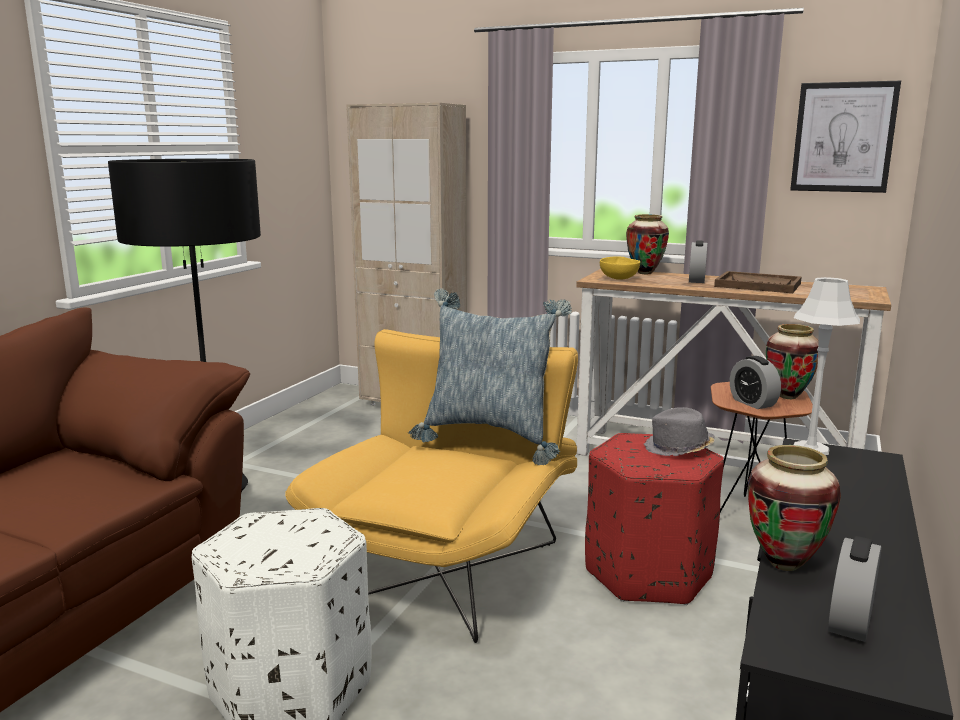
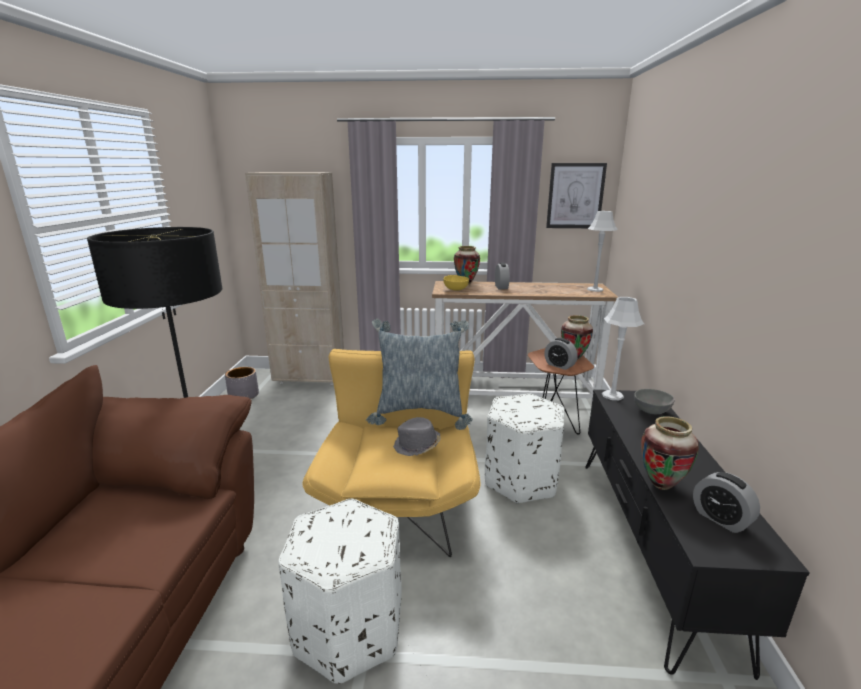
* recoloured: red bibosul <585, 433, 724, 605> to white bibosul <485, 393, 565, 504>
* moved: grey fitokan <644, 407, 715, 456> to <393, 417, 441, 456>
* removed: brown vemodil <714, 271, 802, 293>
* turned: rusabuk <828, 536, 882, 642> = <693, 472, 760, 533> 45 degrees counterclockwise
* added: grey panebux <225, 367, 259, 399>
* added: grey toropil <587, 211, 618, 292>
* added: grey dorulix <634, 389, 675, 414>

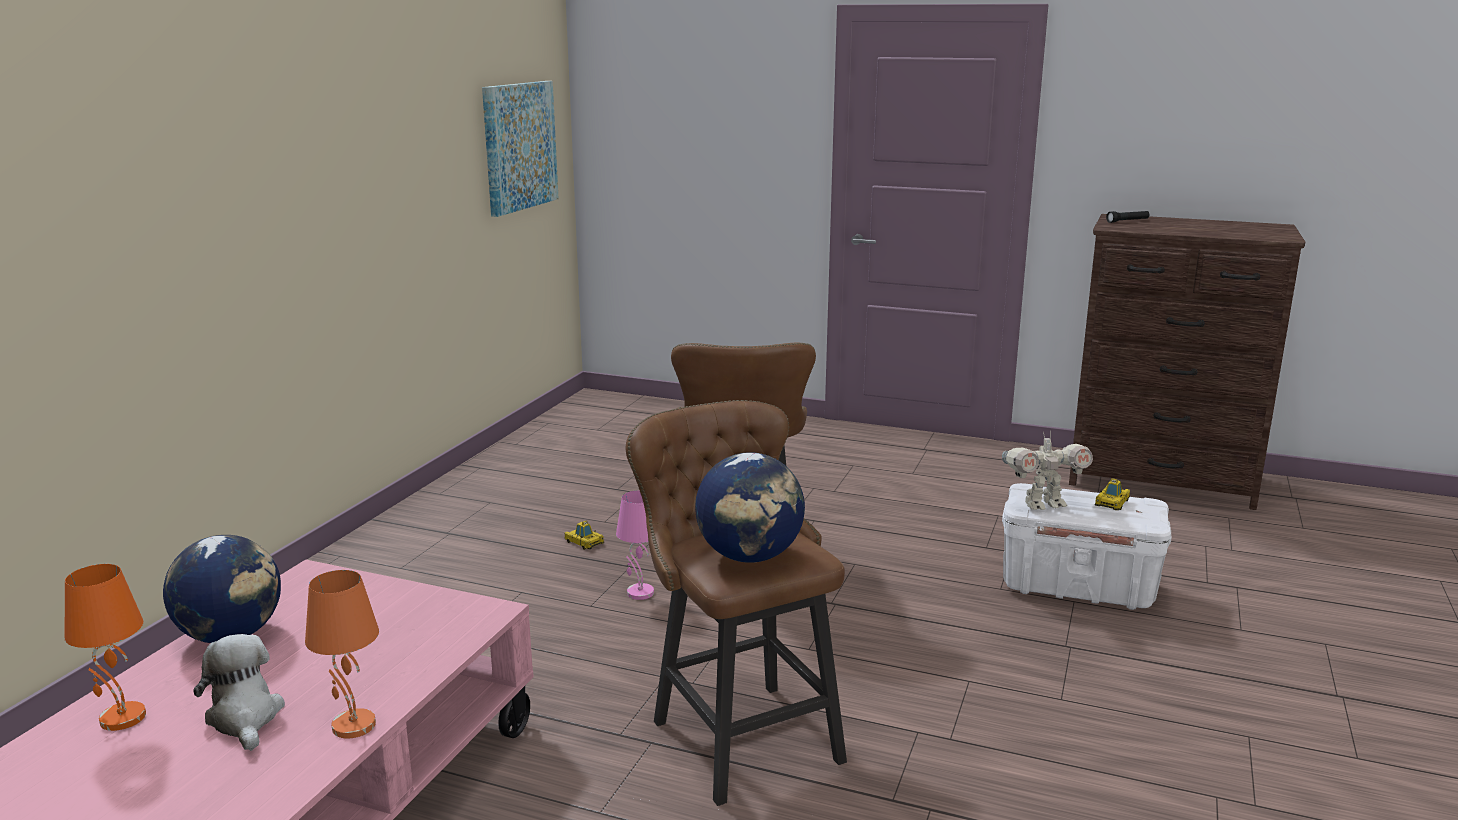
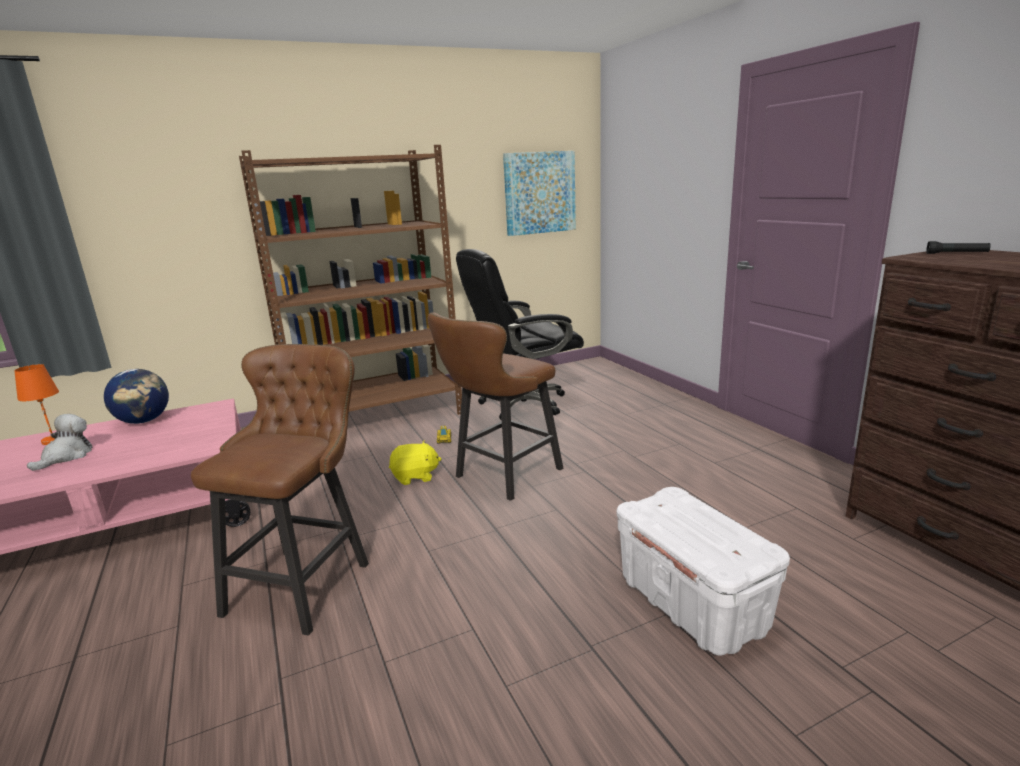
* removed: orange toropil <305, 570, 379, 739>
* replaced: pink toropil <616, 490, 654, 600> to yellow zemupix <389, 441, 441, 485>
* removed: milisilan <695, 452, 805, 563>
* removed: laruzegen <1002, 431, 1093, 510>
* removed: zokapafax <1095, 478, 1130, 510>
* added: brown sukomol <239, 145, 462, 415>
* added: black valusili <456, 249, 584, 420>

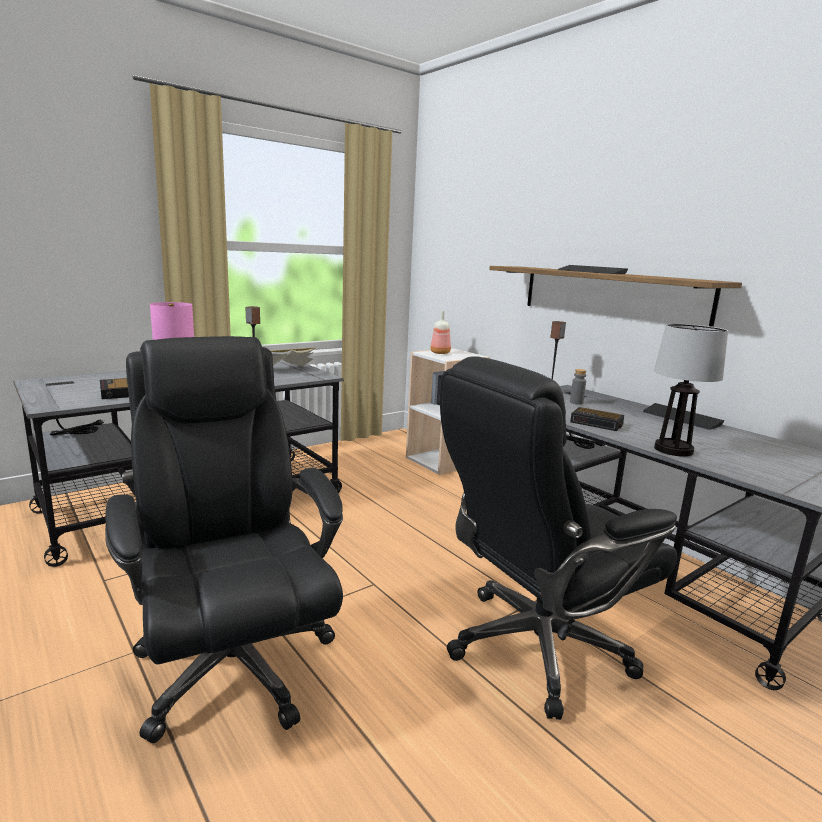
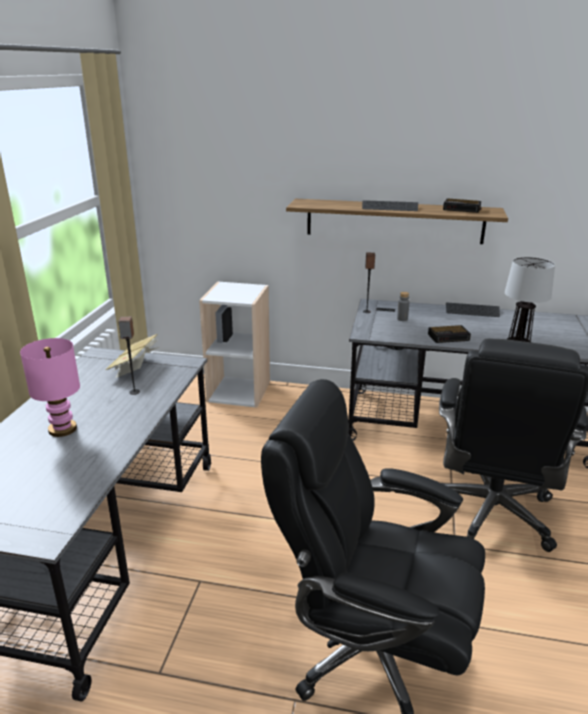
* moved: rusabuk <100, 378, 129, 399> to <443, 199, 482, 213>
* removed: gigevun <430, 311, 451, 354>

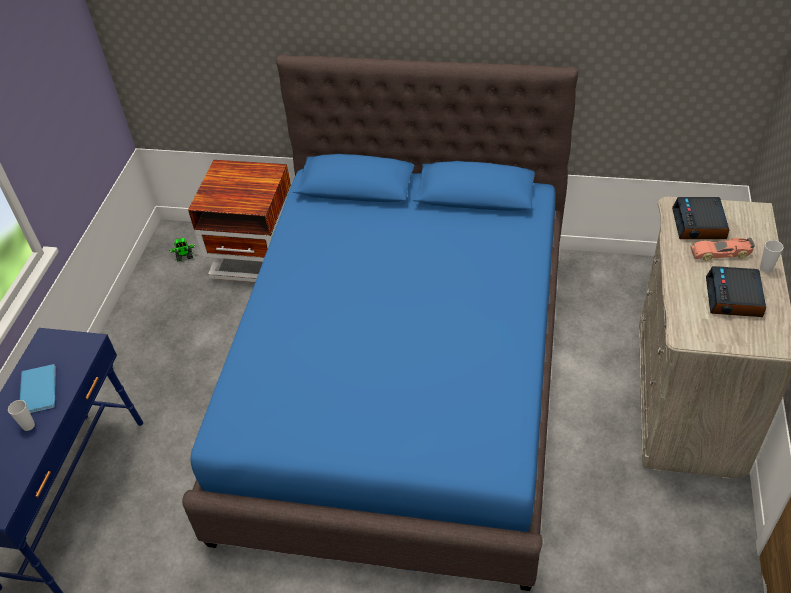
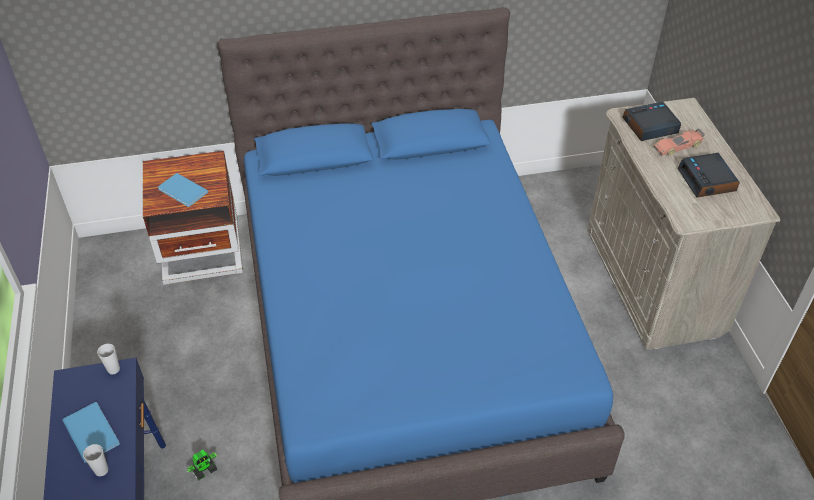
* moved: laruzegen <169, 238, 196, 261> to <186, 450, 218, 480>
* turned: rusabuk <672, 197, 729, 239> = <622, 102, 681, 141> 90 degrees clockwise
* moved: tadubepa <760, 240, 784, 273> to <97, 344, 120, 375>
* added: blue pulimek <158, 173, 208, 207>

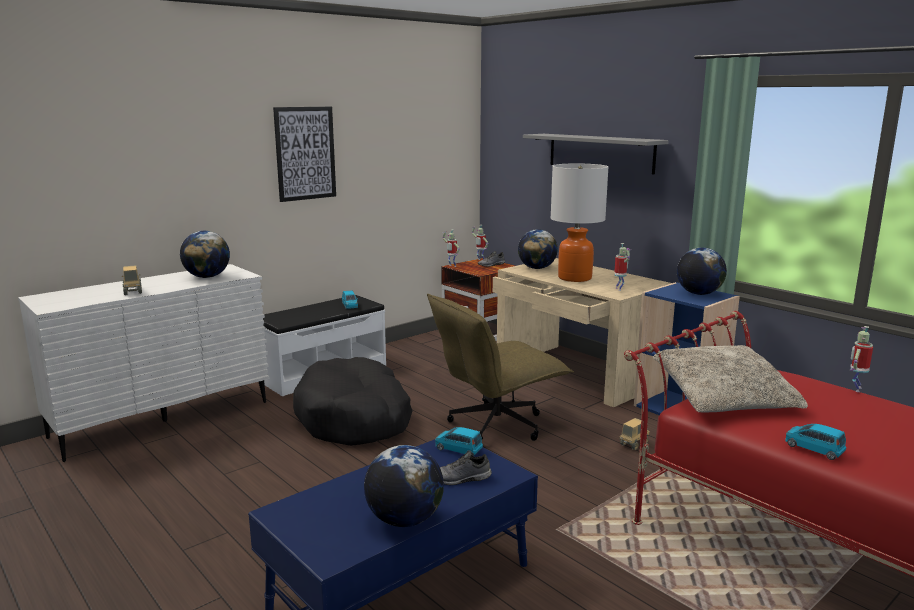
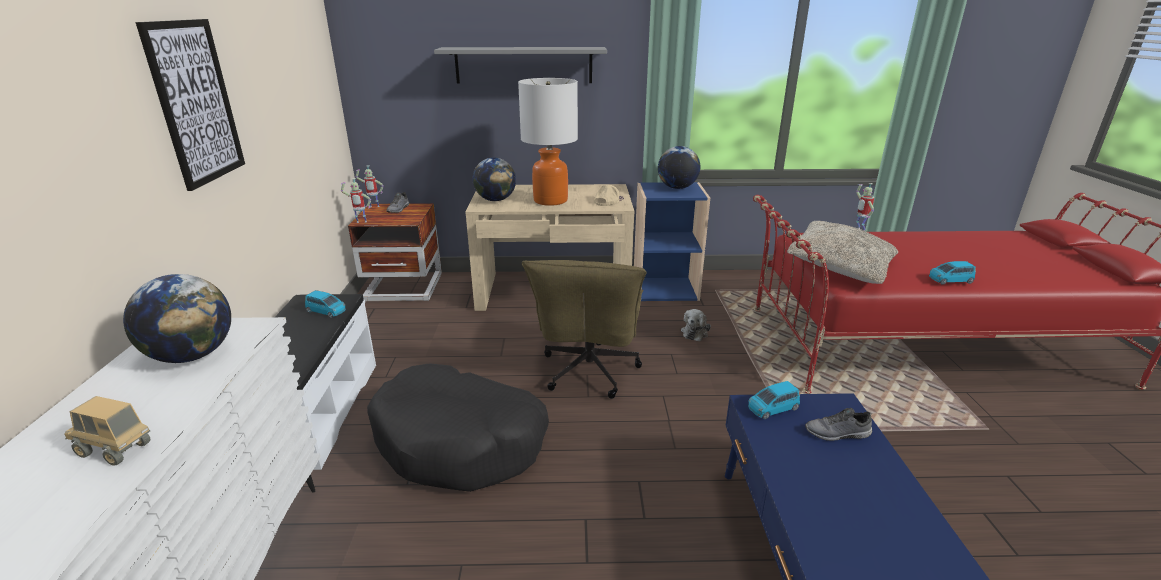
* removed: milisilan <364, 445, 444, 527>
* turned: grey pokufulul <440, 452, 491, 485> = <805, 408, 872, 441> 60 degrees clockwise
* replaced: laruzegen <614, 243, 630, 291> to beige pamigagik <594, 185, 624, 206>
* replaced: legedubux <619, 418, 650, 450> to zemupix <681, 309, 711, 342>

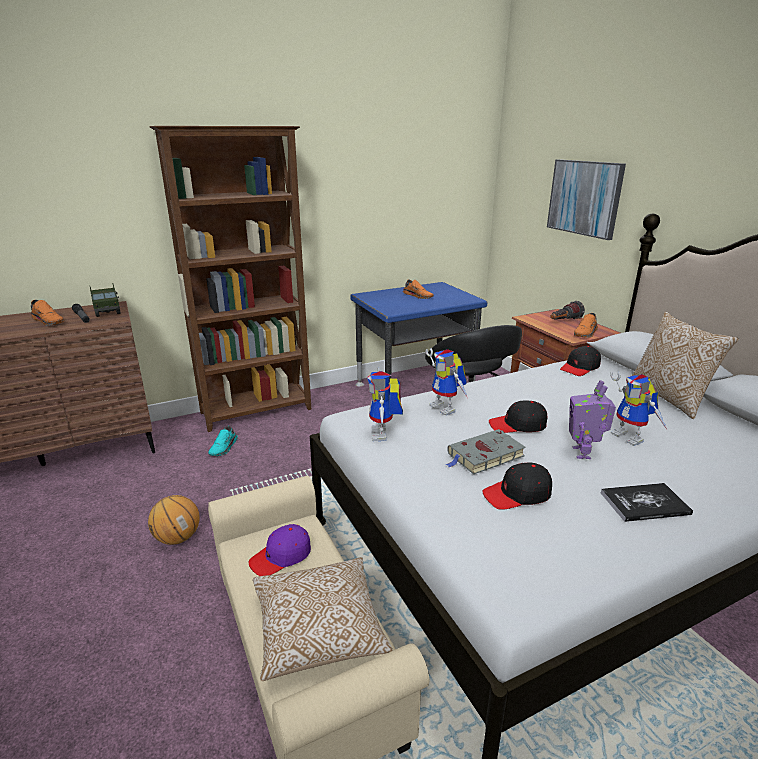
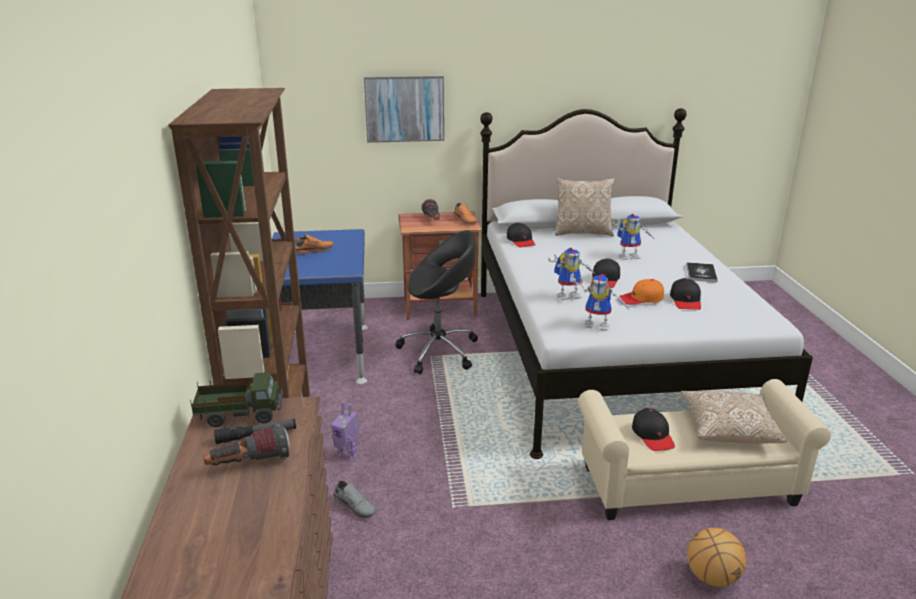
* replaced: orange pokufulul <31, 300, 65, 326> to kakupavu <203, 422, 290, 465>
* moved: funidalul <148, 495, 200, 545> to <687, 528, 746, 587>
* recoloured: turquoise pokufulul <208, 426, 238, 456> to grey pokufulul <333, 481, 376, 518>
* recoloured: purple pamigagik <249, 524, 311, 576> to black pamigagik <632, 408, 675, 451>
* replaced: grey pulimek <445, 429, 526, 474> to orange pamigagik <619, 279, 664, 305>
* moved: laruzegen <569, 380, 616, 459> to <331, 402, 359, 461>

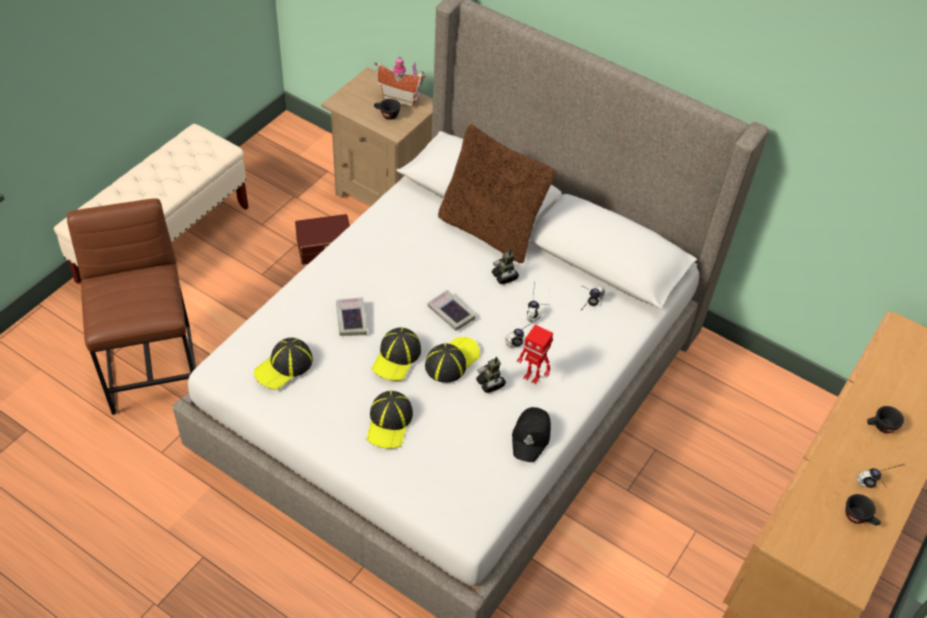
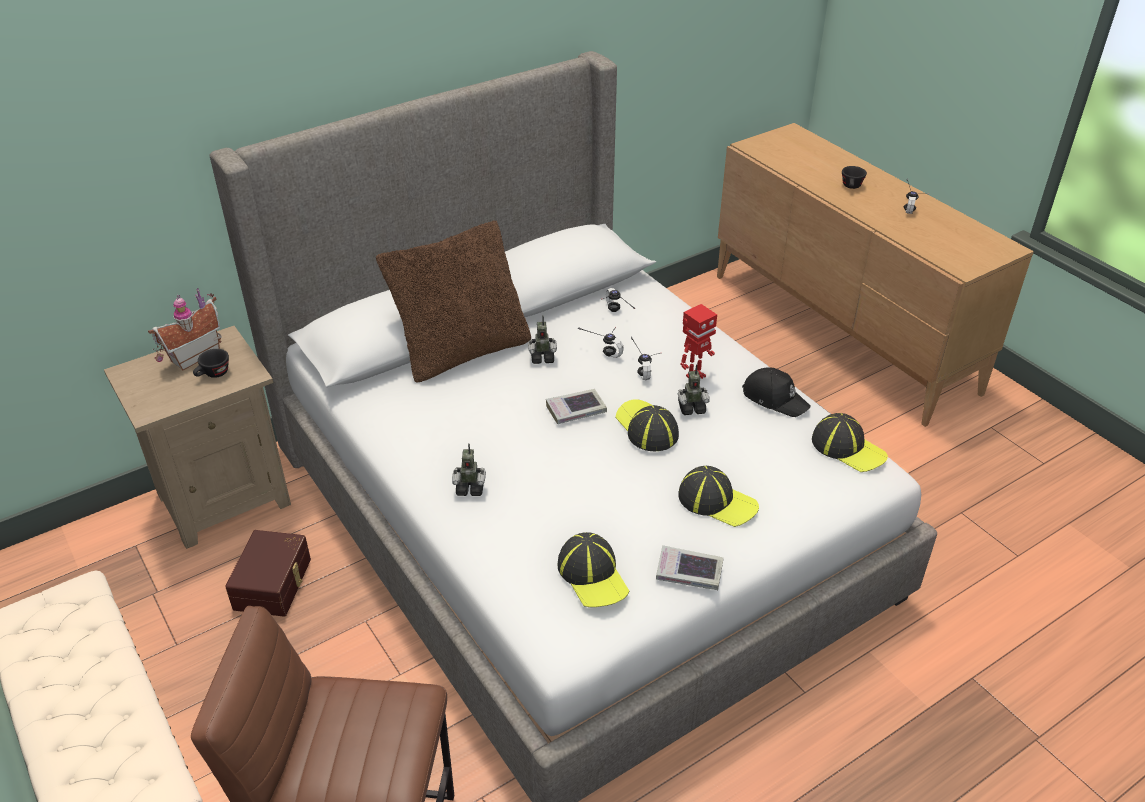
* moved: pulimek <336, 297, 367, 336> to <656, 545, 723, 590>
* moved: pamigagik <372, 327, 421, 381> to <812, 413, 888, 472>
* removed: black tadubepa <845, 494, 881, 525>
* added: laruzegen <452, 443, 486, 496>

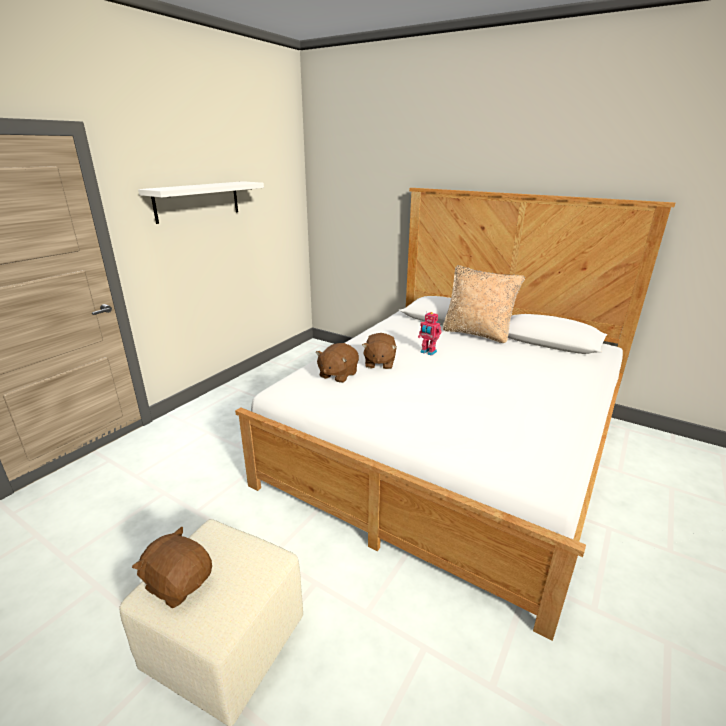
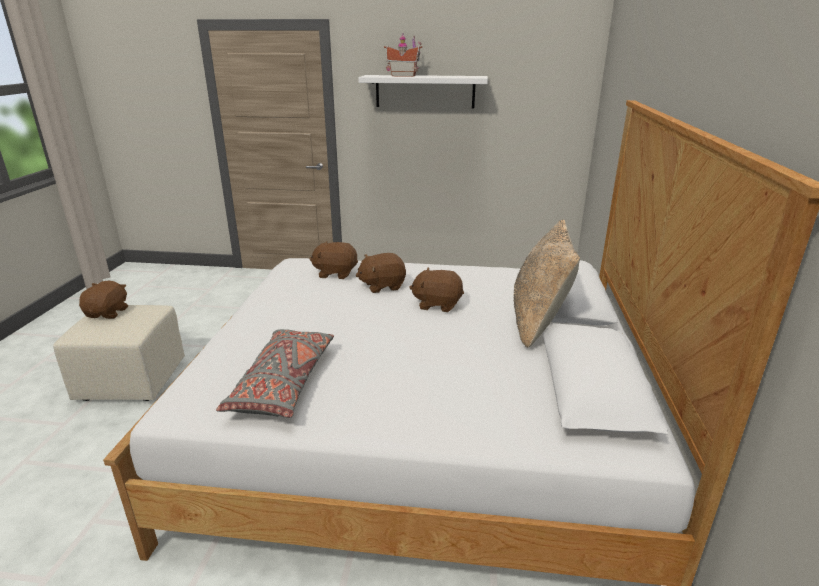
* replaced: laruzegen <418, 312, 441, 356> to brown zemupix <409, 268, 464, 312>
* added: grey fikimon <216, 329, 334, 418>
* added: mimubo <384, 34, 422, 77>

